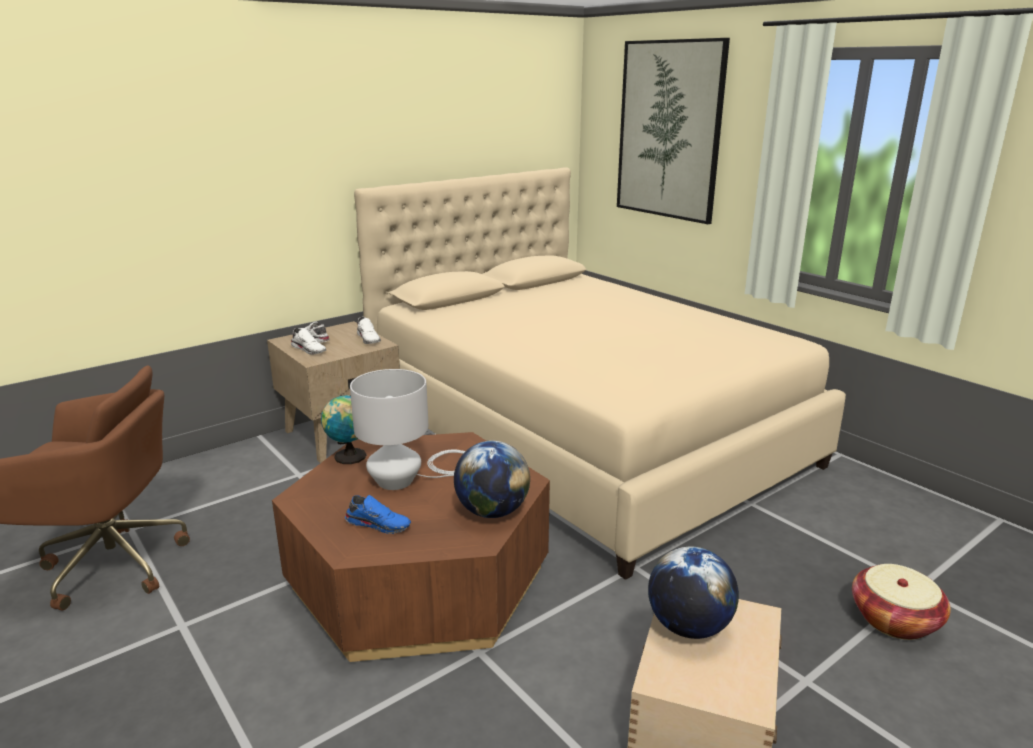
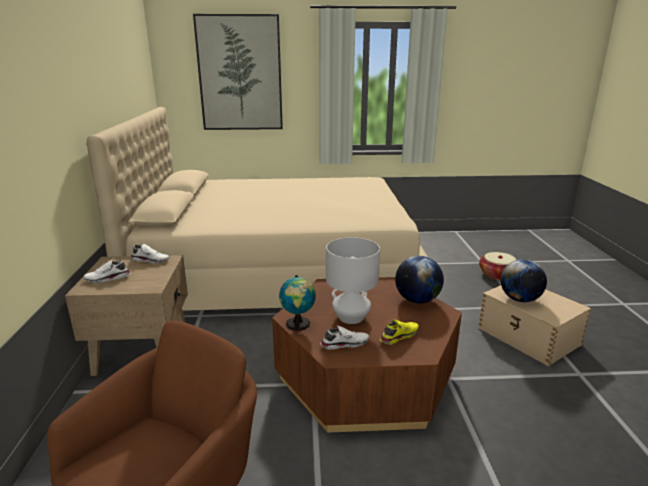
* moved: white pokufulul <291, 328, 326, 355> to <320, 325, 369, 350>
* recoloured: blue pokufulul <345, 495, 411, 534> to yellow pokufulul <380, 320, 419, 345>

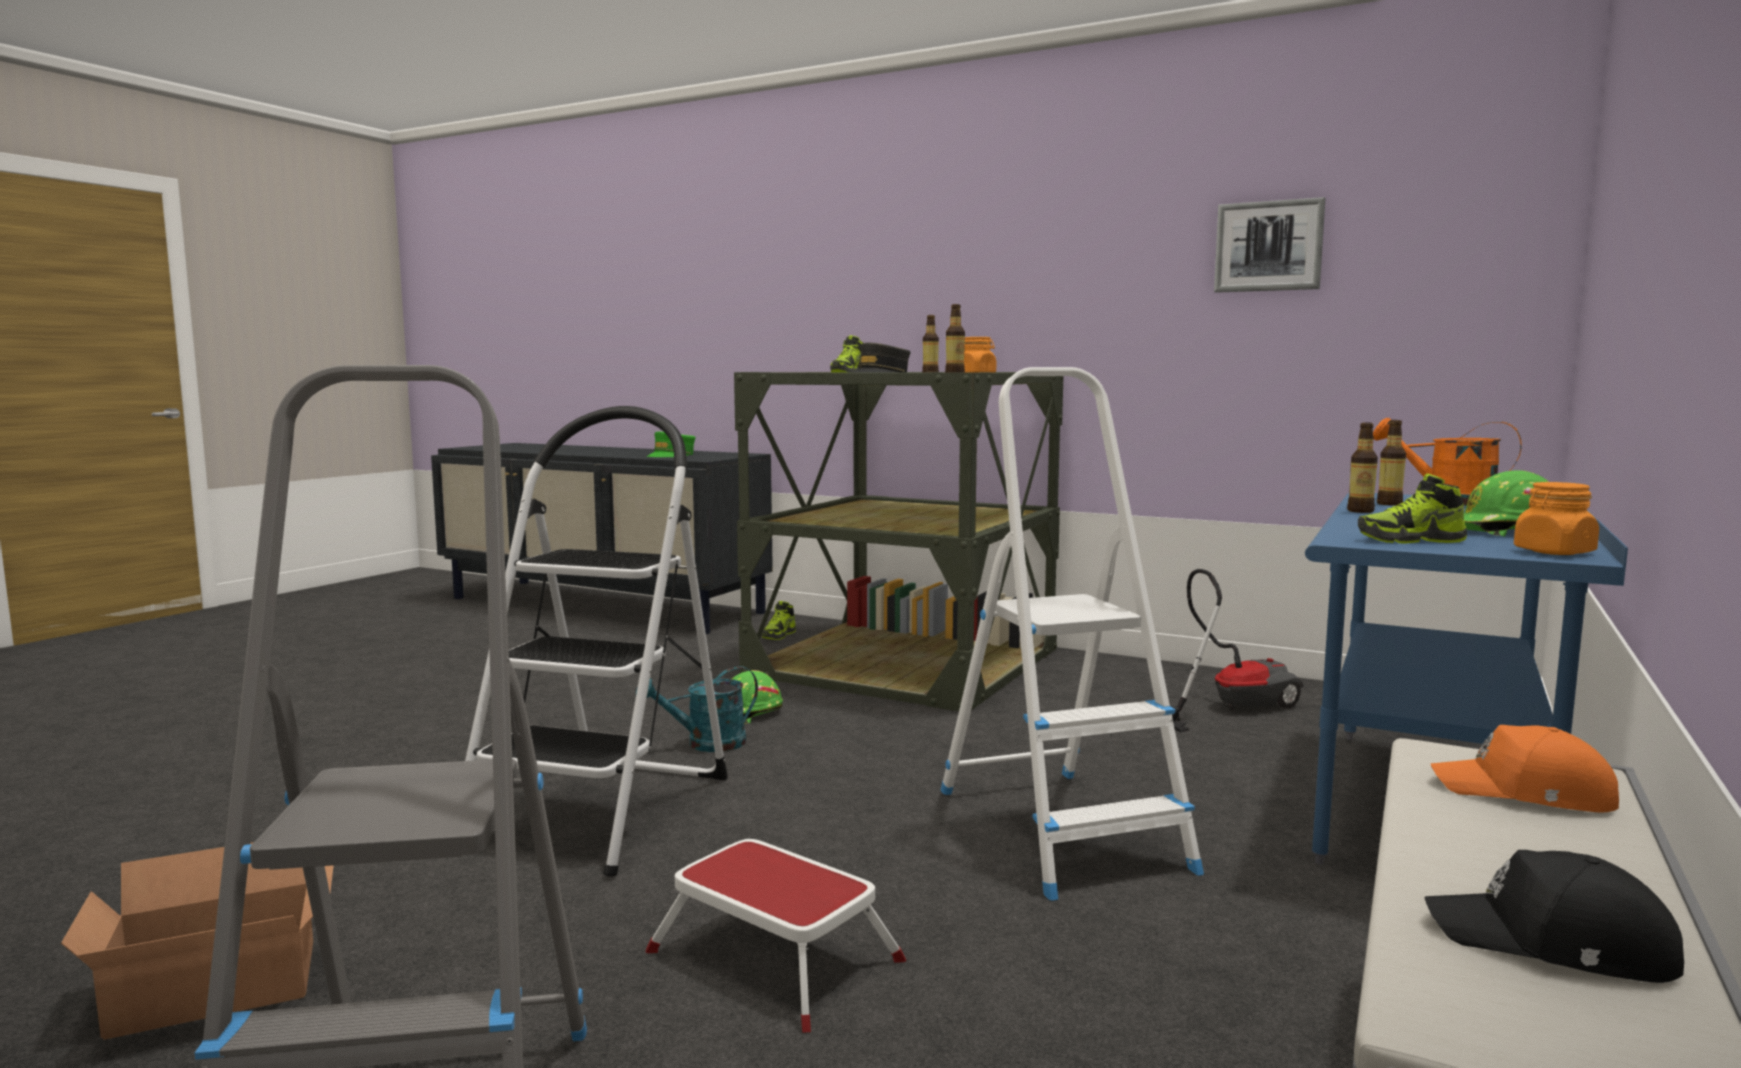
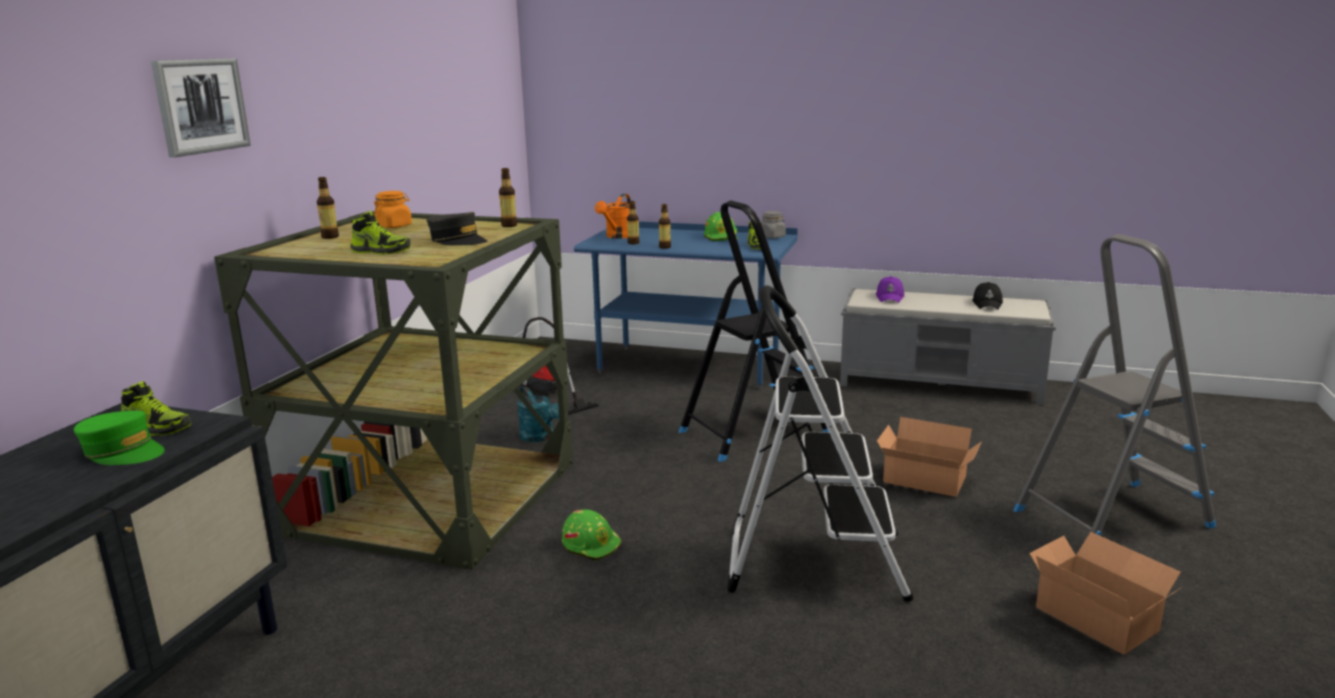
* moved: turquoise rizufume <636, 666, 758, 752> to <517, 387, 559, 442>
* replaced: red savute <645, 839, 906, 1033> to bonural <877, 417, 982, 497>
* moved: pokufulul <762, 601, 796, 640> to <121, 381, 192, 436>
* recoloured: white savute <941, 367, 1204, 901> to black savute <679, 201, 829, 462>
* moved: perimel <1214, 197, 1325, 293> to <151, 58, 251, 157>
* recoloured: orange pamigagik <1431, 725, 1619, 812> to purple pamigagik <876, 276, 904, 303>
* recoloured: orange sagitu <1514, 482, 1599, 555> to grey sagitu <762, 211, 786, 239>

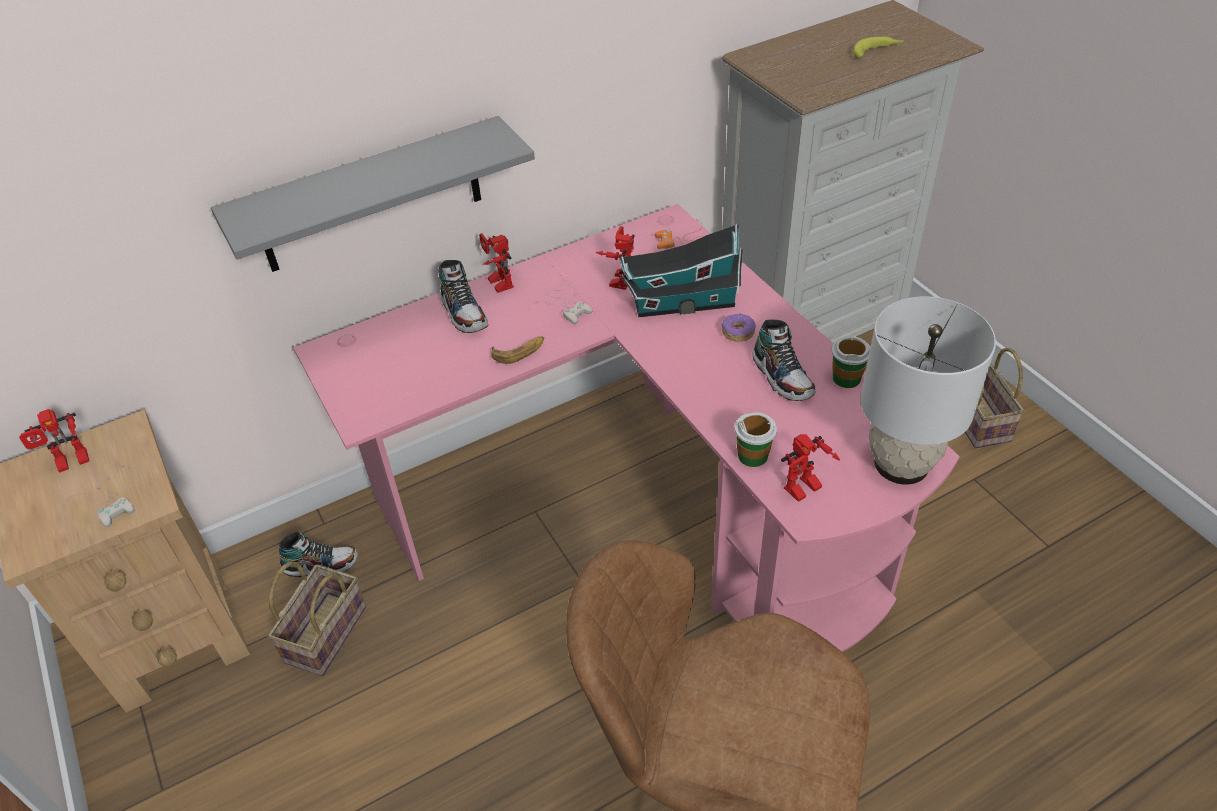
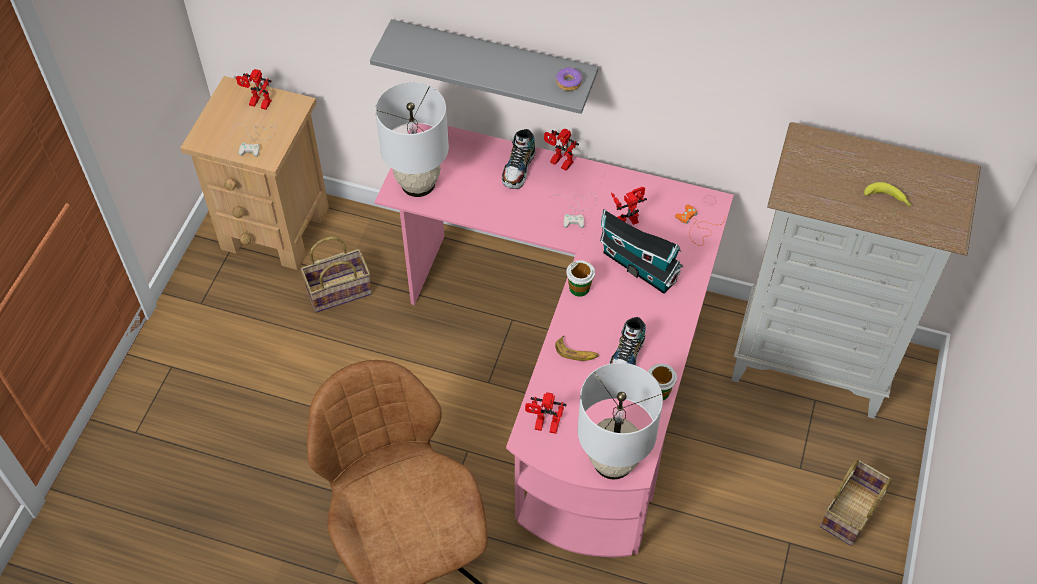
* removed: pokufulul <279, 532, 358, 577>
* turned: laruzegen <479, 233, 514, 293> = <544, 129, 579, 171> 75 degrees counterclockwise
* moved: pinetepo <492, 336, 544, 364> to <555, 336, 599, 361>
* moved: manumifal <721, 313, 756, 342> to <556, 68, 582, 91>
* moved: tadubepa <735, 412, 777, 467> to <566, 260, 595, 297>
* added: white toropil <375, 82, 449, 197>

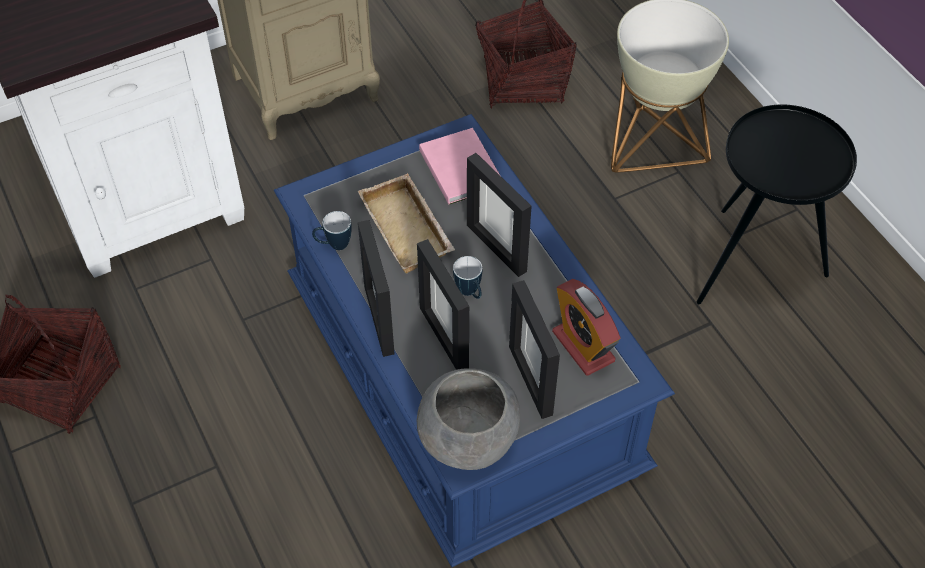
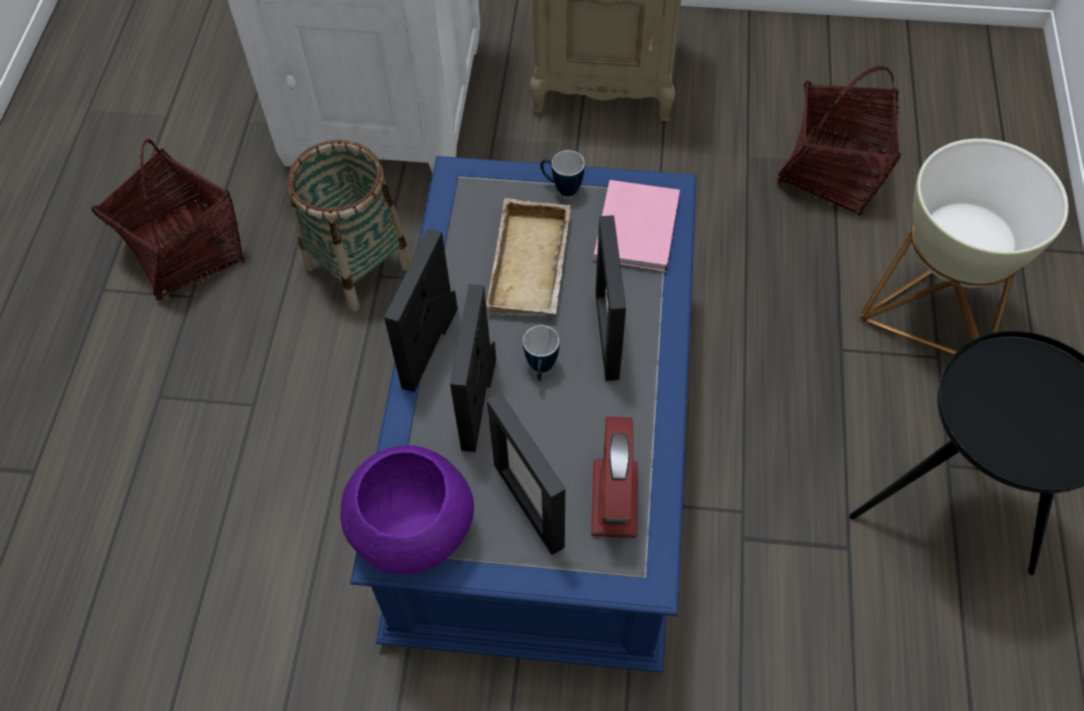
* moved: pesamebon <312, 211, 352, 250> to <540, 150, 585, 197>
* recoloured: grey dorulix <416, 368, 520, 470> to purple dorulix <340, 445, 474, 574>
* turned: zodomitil <509, 280, 560, 419> = <487, 393, 565, 555> 45 degrees counterclockwise
* added: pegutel <287, 140, 412, 312>

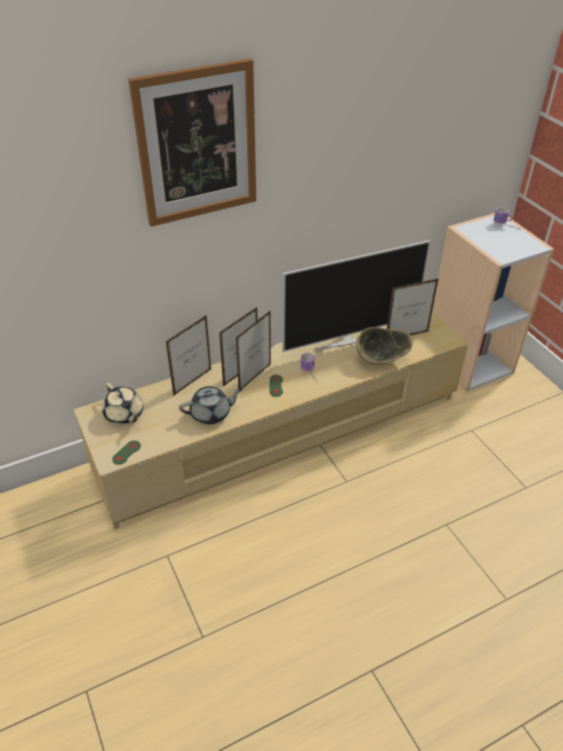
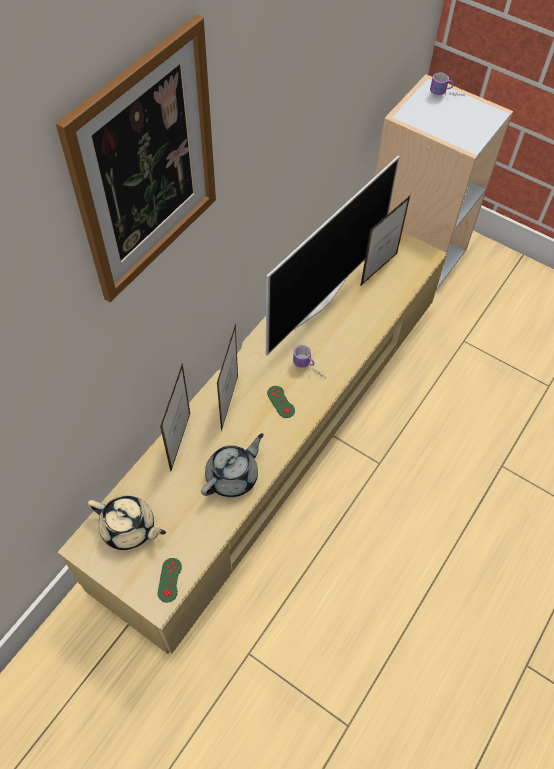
* removed: zodomitil <236, 310, 271, 389>
* removed: dorulix <356, 327, 413, 365>

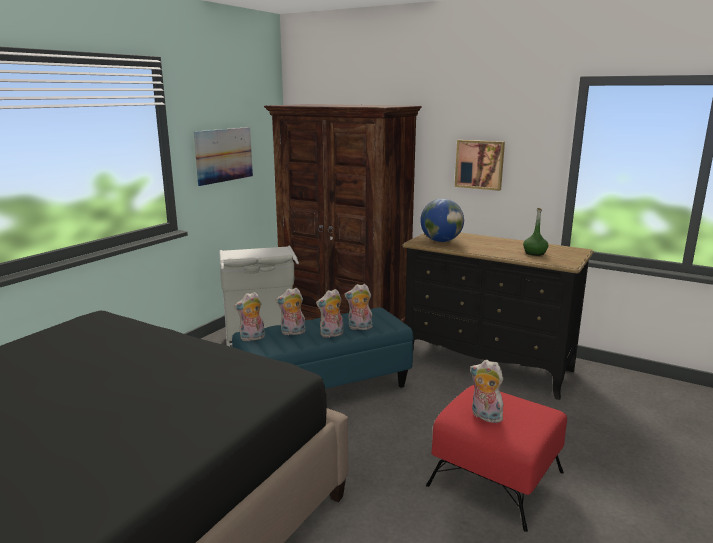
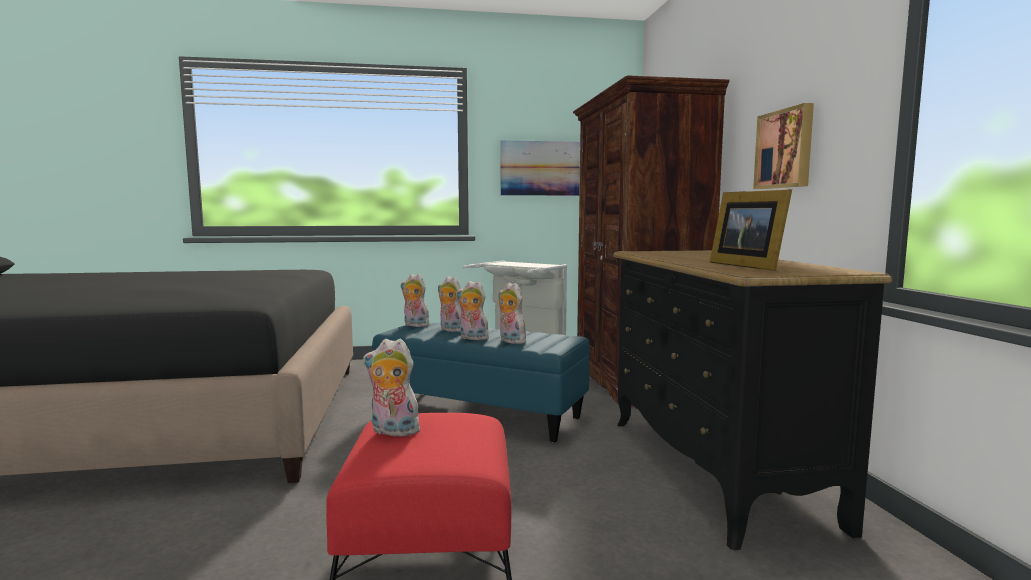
* removed: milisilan <420, 199, 464, 242>
* turned: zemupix <470, 360, 503, 423> = <363, 339, 420, 437> 75 degrees counterclockwise
* replaced: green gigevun <523, 208, 549, 256> to zodomitil <710, 189, 792, 271>

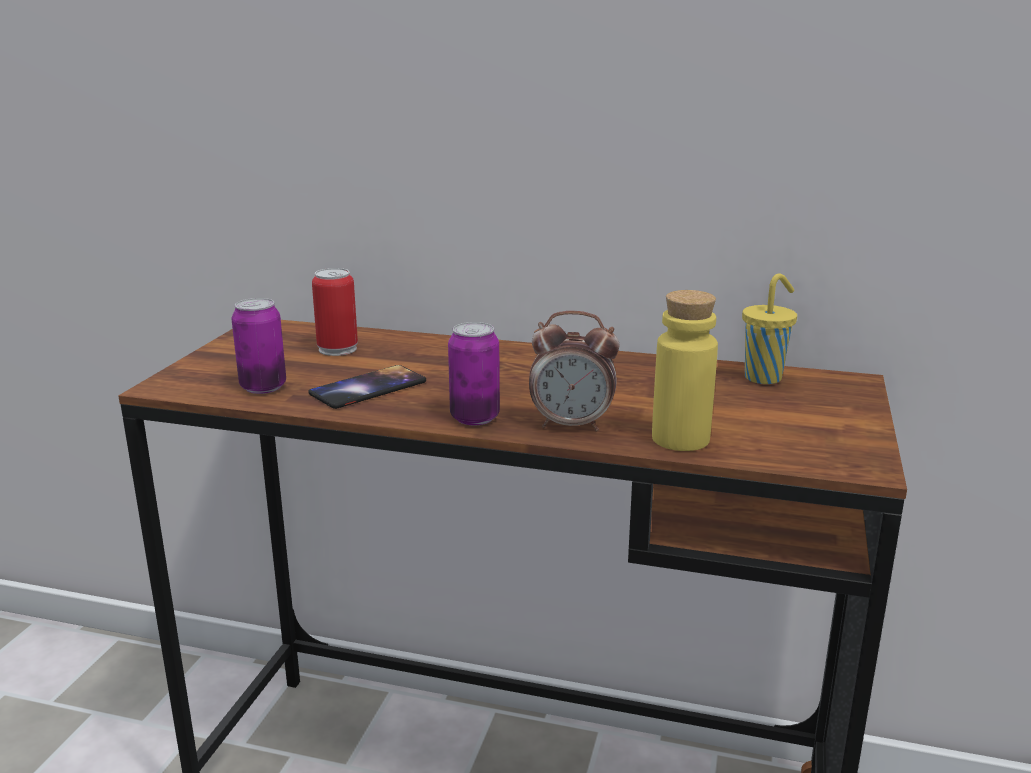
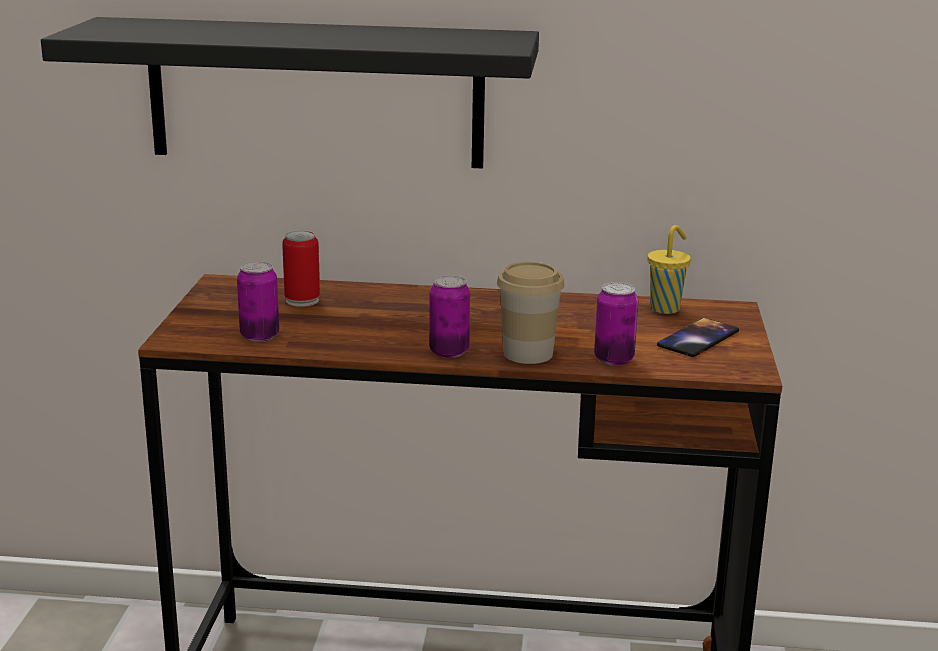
* moved: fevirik <308, 365, 426, 409> to <657, 318, 739, 357>
* replaced: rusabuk <529, 311, 620, 432> to tadubepa <497, 262, 565, 364>
* replaced: yellow gigevun <652, 290, 718, 451> to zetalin <594, 282, 638, 366>
* added: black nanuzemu <41, 17, 539, 169>

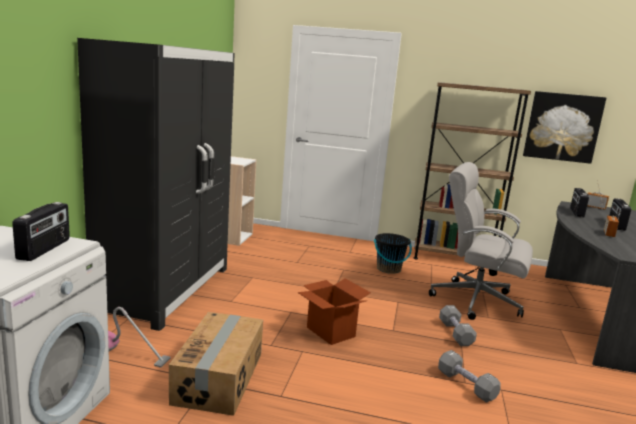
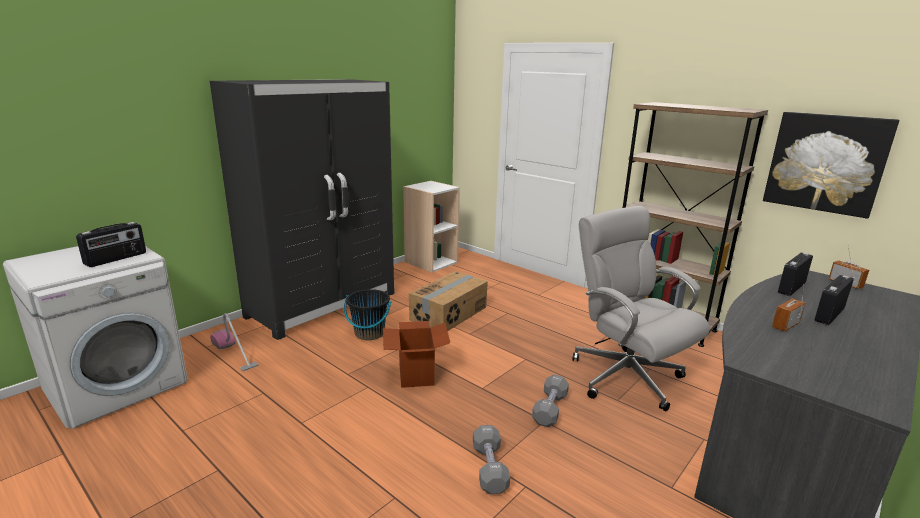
* moved: bonural <169, 312, 263, 416> to <409, 271, 488, 331>
* moved: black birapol <374, 233, 412, 274> to <344, 289, 391, 340>

